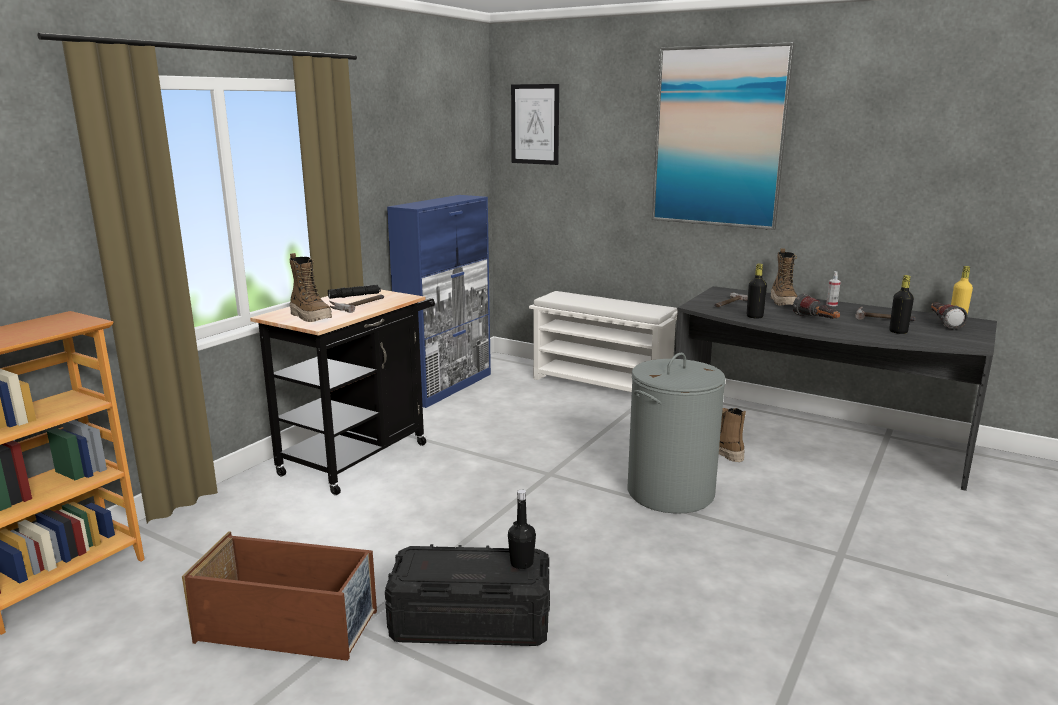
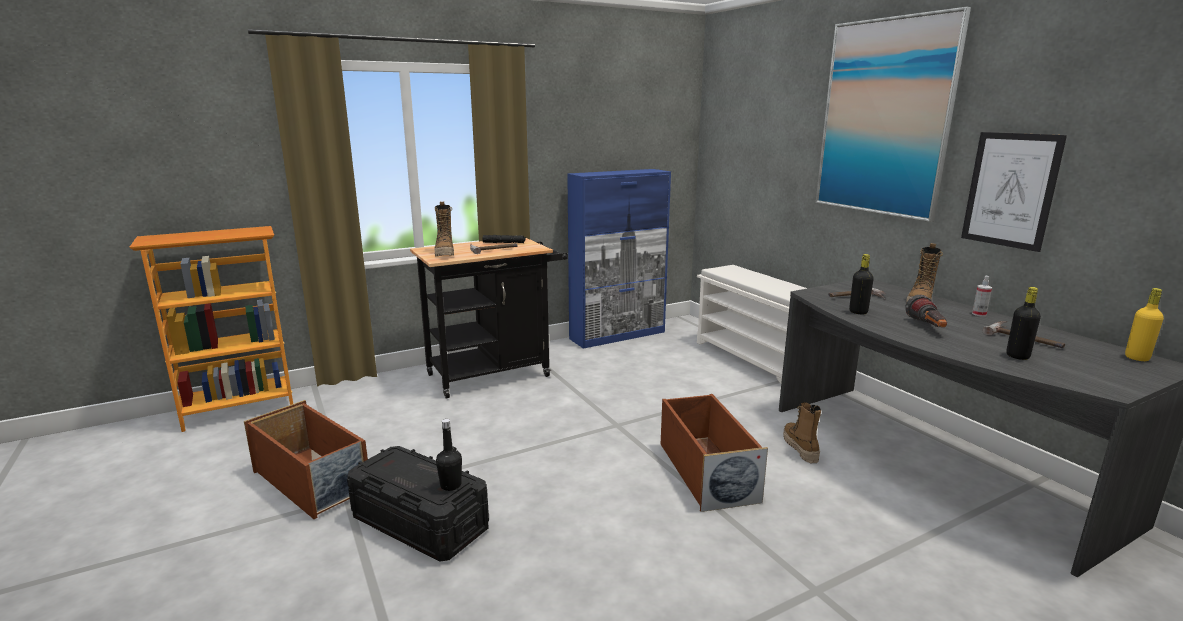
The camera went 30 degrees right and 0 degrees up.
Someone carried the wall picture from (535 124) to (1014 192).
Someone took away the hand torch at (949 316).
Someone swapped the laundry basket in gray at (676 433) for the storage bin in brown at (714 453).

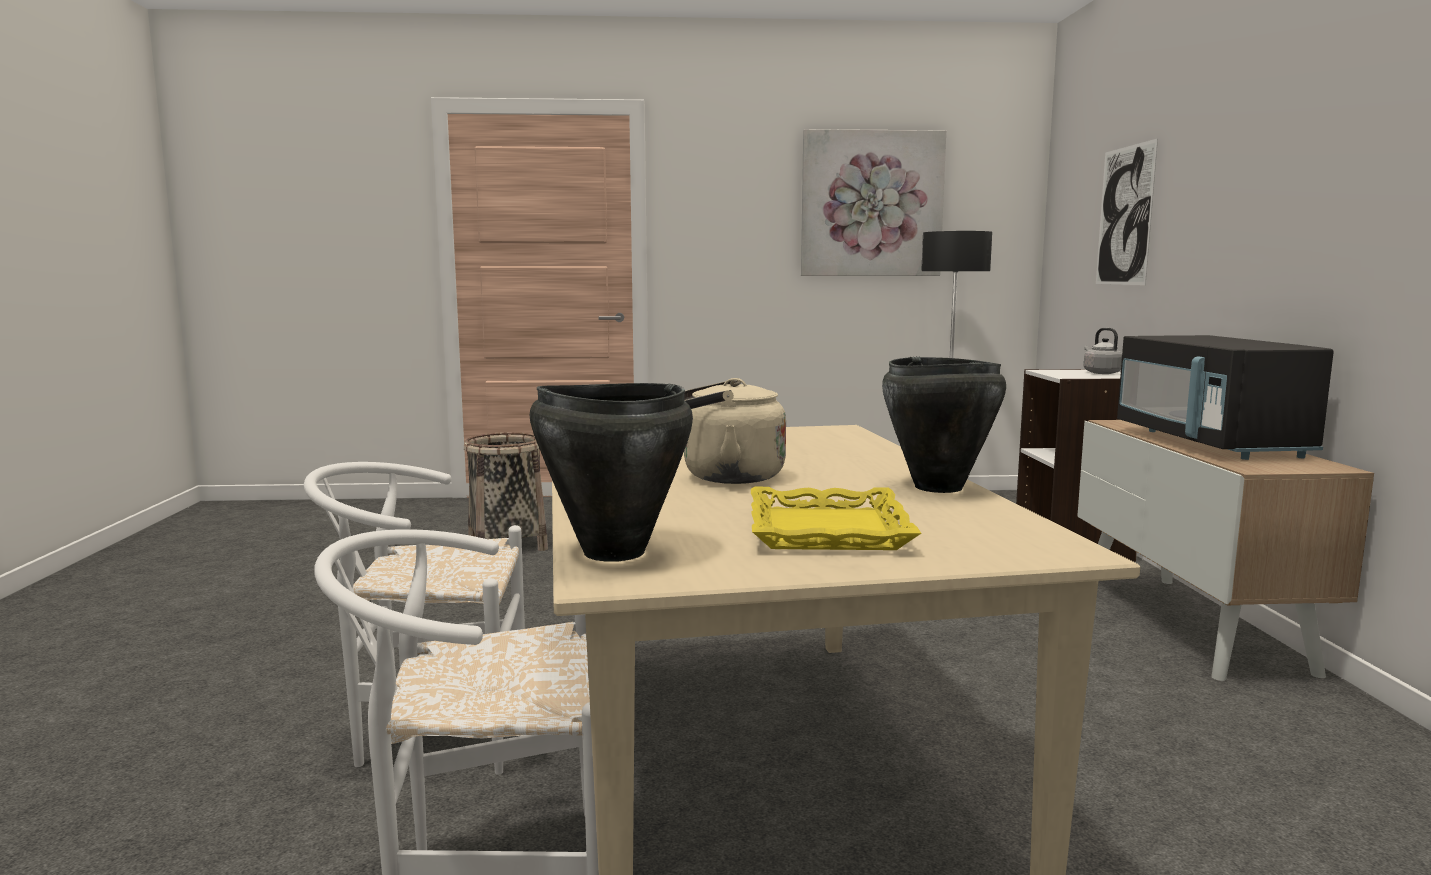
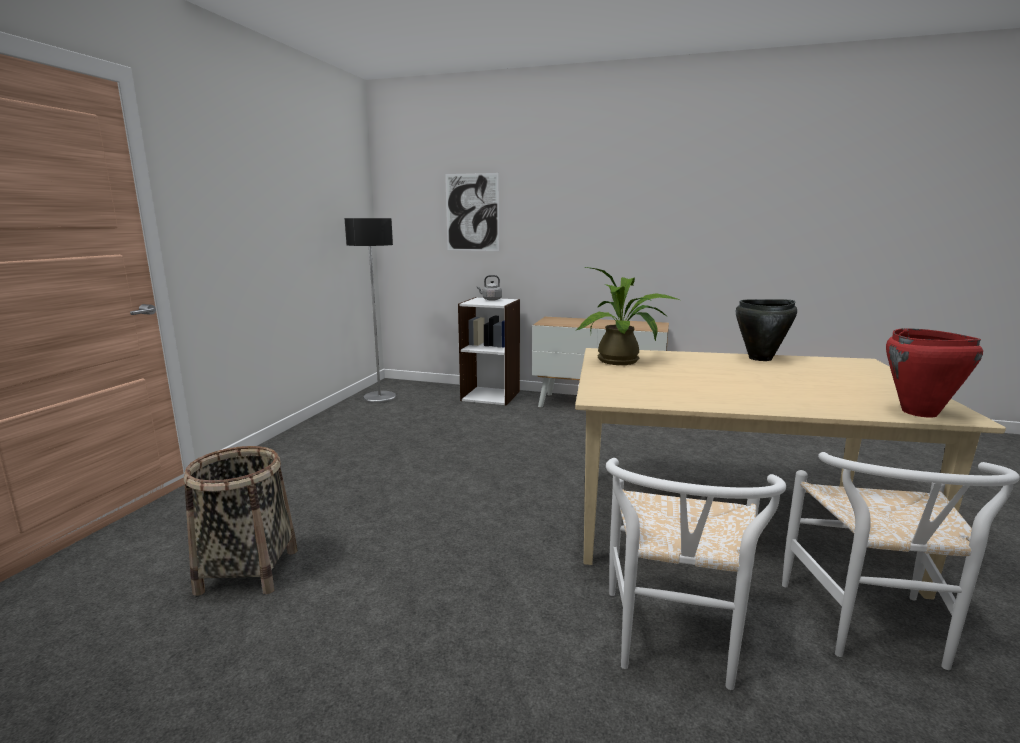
The camera went 70 degrees left and 5 degrees up.
Someone took away the wall picture at (873 202).
Someone took away the microwave in black at (1225 397).
Someone took away the kettle in sand-coloured at (735 431).
Someone repainted the saucepot in black at (611 472), which became the saucepot in reddish at (934 373).
Someone took away the carrying tray in yellowish at (836 518).
Someone put down the plant in a pot at (628 316).

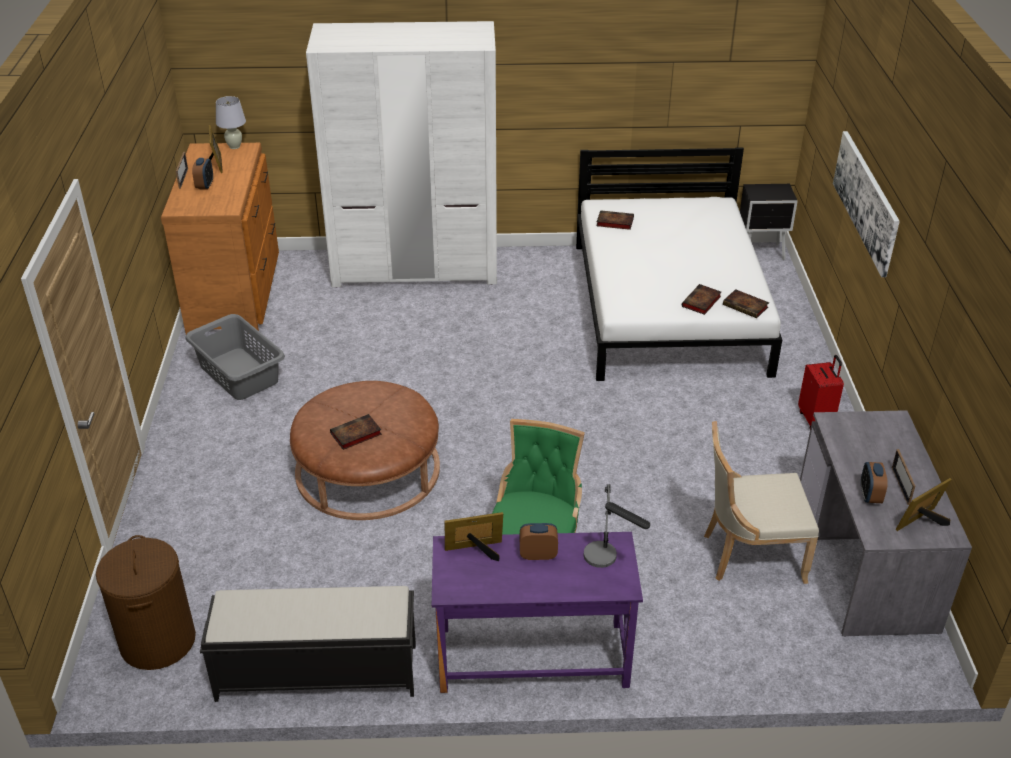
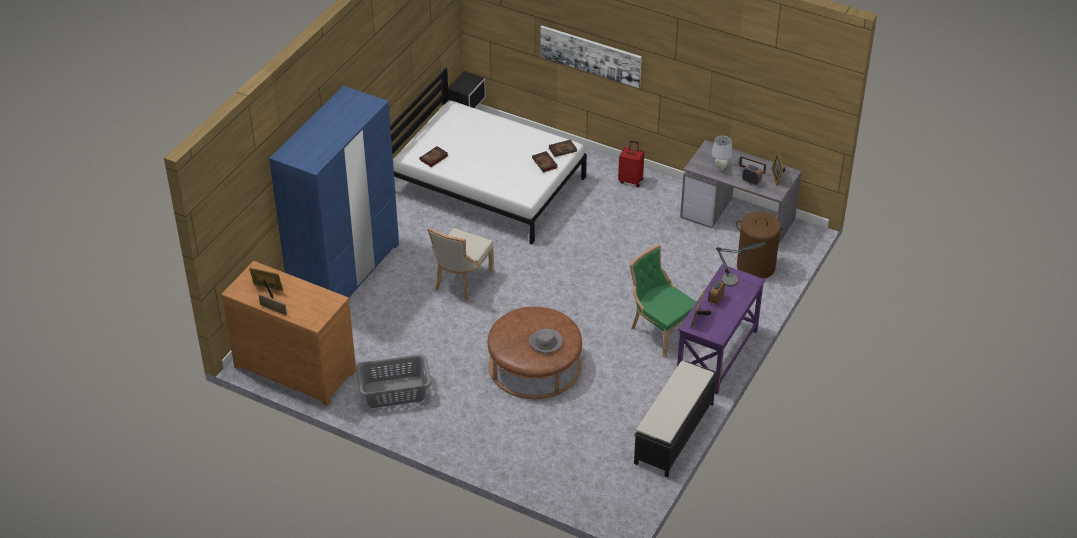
The camera went 60 degrees left and 5 degrees up.
Someone repainted the wardrobe in white at (401 154), which became the wardrobe in bluish at (334 191).
Someone carried the lamp for a table in white from (231 122) to (722 153).
Someone took away the bedside clock at (202 174).
Someone swapped the volume at (356 432) for the clothing hat in gray at (545 340).
Someone carried the upright chair in sand-coloured from (761 502) to (461 264).
Someone carried the laundry basket in brown from (146 602) to (760 245).

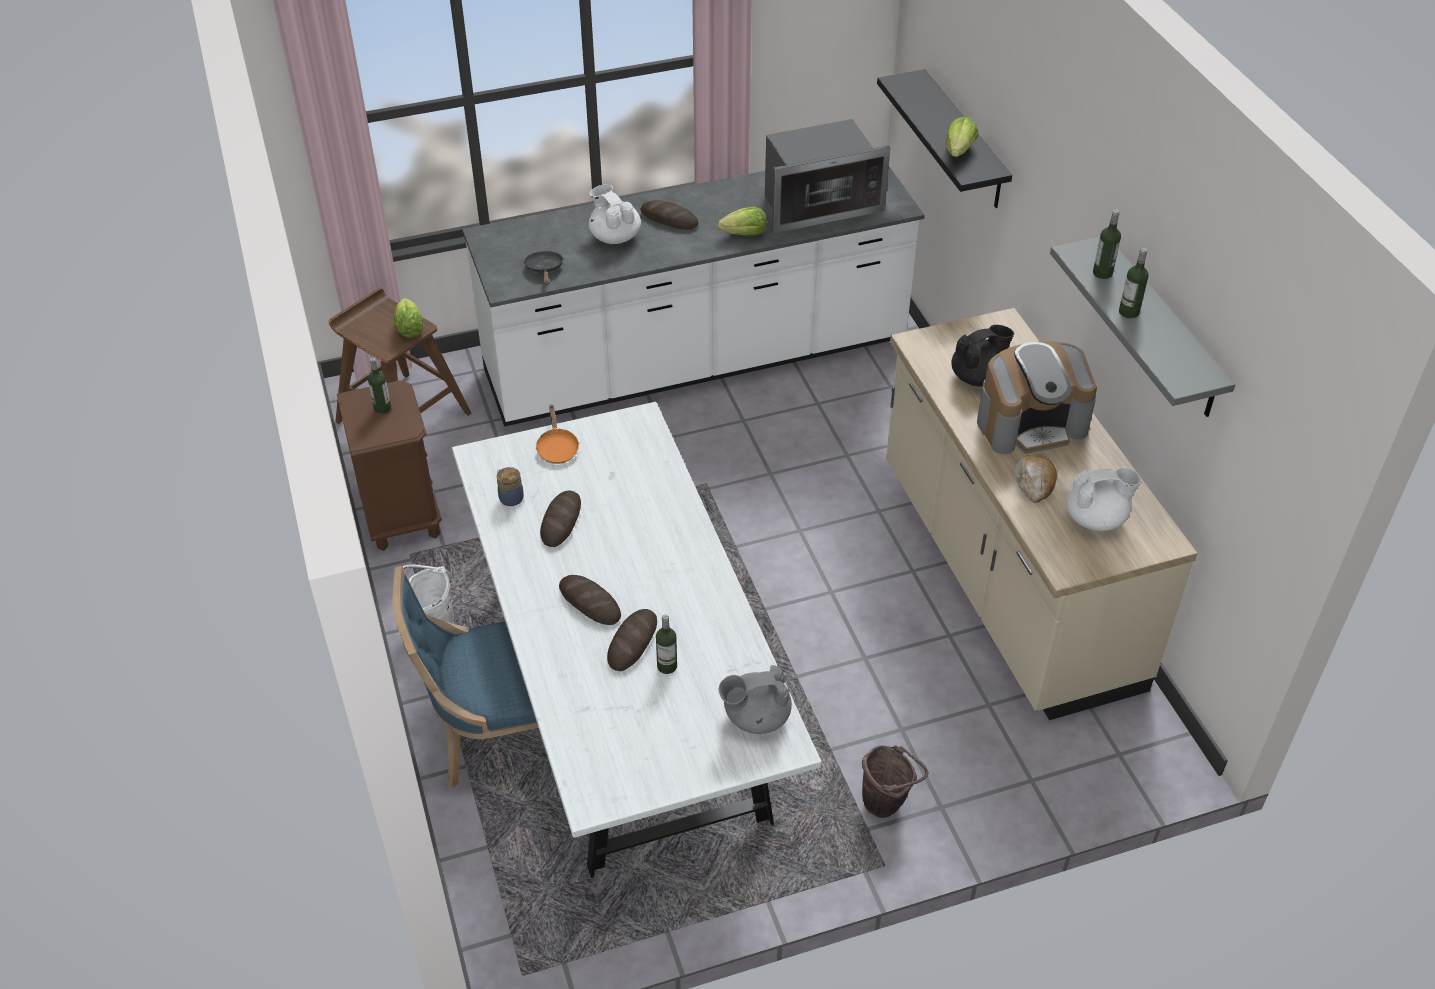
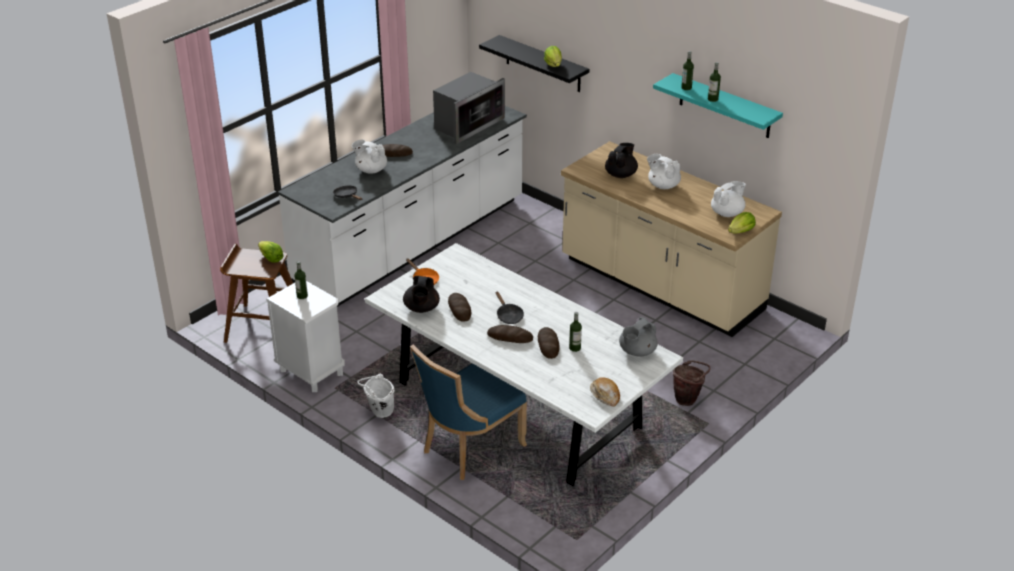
The camera went 30 degrees left and 10 degrees down.
Someone carried the head of lettuce from (742 221) to (742 222).
Someone repainted the shelf in gray at (1142 326), which became the shelf in blue-green at (718 105).
Someone swapped the coffee maker at (1037 397) for the pot for tea in white at (664 171).
Someone repainted the bedside table in brown at (389 465), which became the bedside table in white at (305 336).
Someone carried the baked bread from (1036 478) to (605 392).
Someone swapped the storage jar at (510 486) for the pot for tea in black at (421 294).
Someone put down the frying pan in black at (510 307).

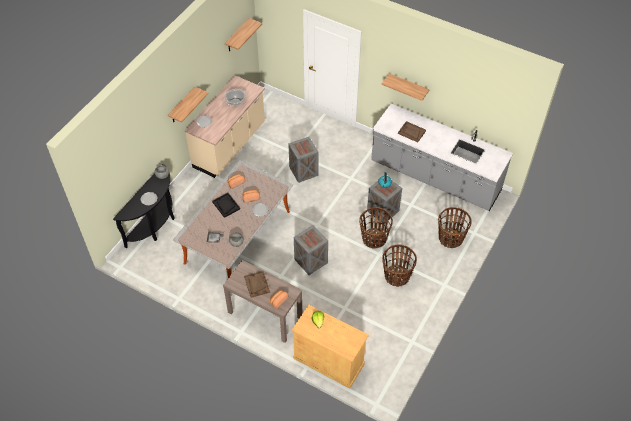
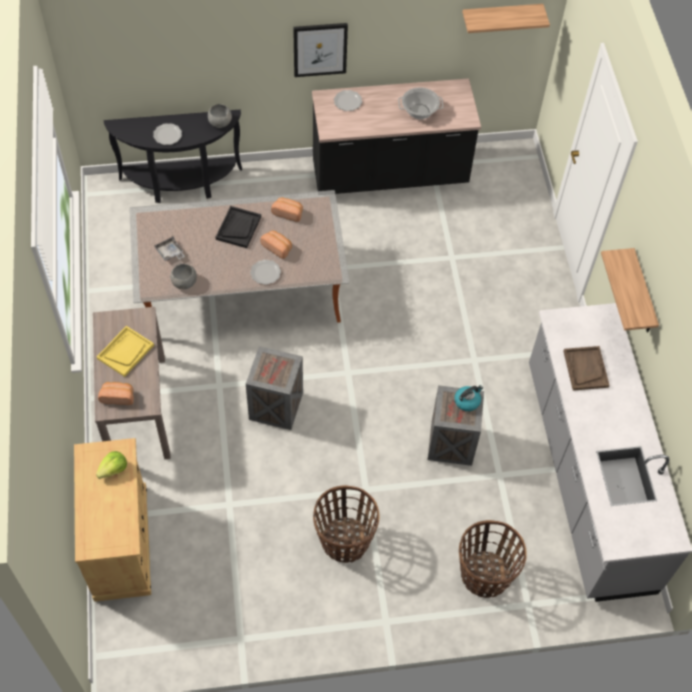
The camera went 50 degrees right and 5 degrees up.
Someone repainted the kitchen counter in sand-coloured at (225 127), which became the kitchen counter in black at (396 136).
Someone swapped the shelf at (188 105) for the wall picture at (320 50).
Someone took away the shipping crate at (303 160).
Someone took away the storage basket at (376 227).
Someone repainted the carrying tray in brown at (257 284), which became the carrying tray in yellowish at (125 351).

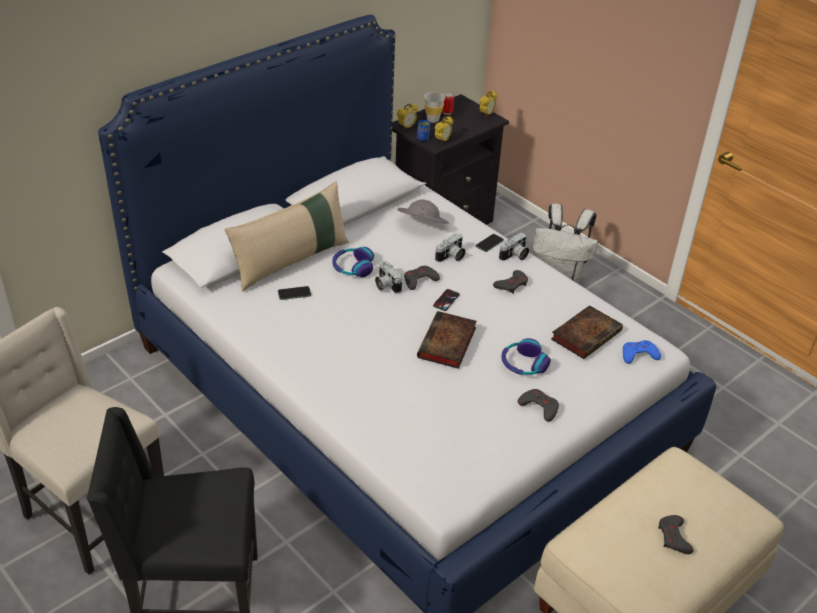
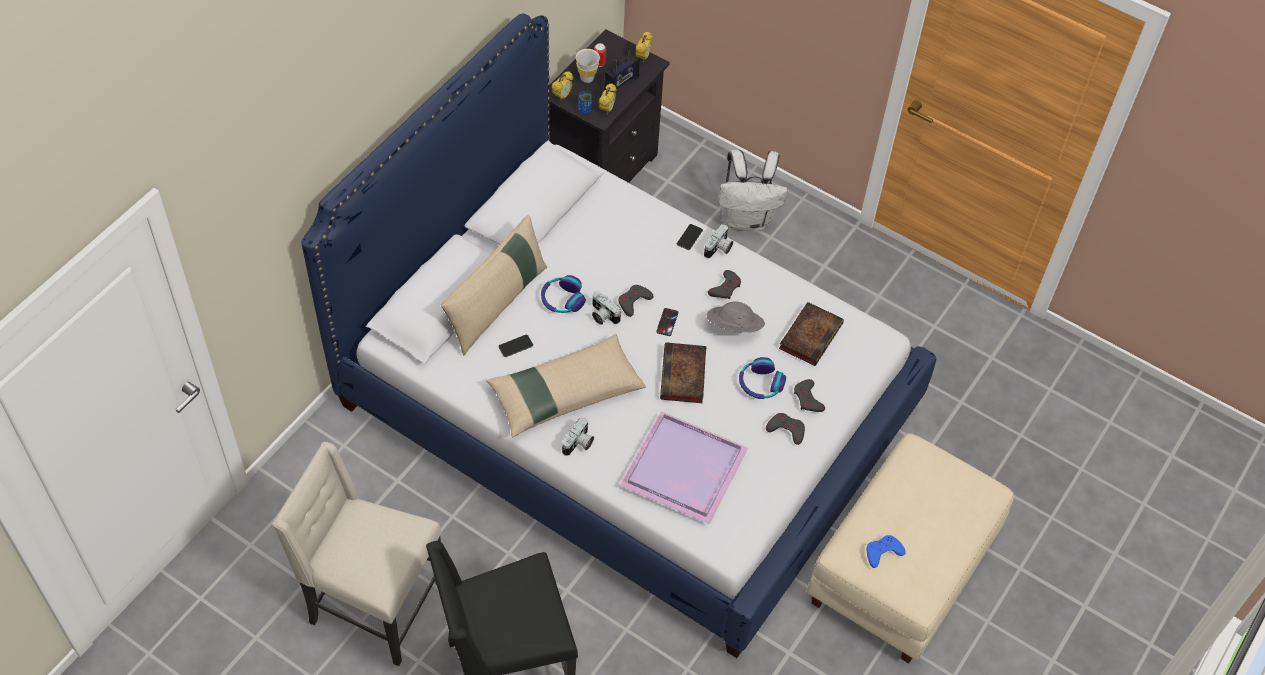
The camera went 15 degrees left and 15 degrees up.
Someone carried the clothing hat in gray from (423 211) to (736 317).
Someone carried the still camera from (450 247) to (578 437).
Someone carried the joypad in bluish from (642 352) to (886 551).
Someone carried the joypad in gray from (675 534) to (809 395).
Someone put down the radio set at (622 71).
Someone put down the cushion in sand-coloured at (566 385).
Someone put down the carrying tray in purple-coloured at (684 467).

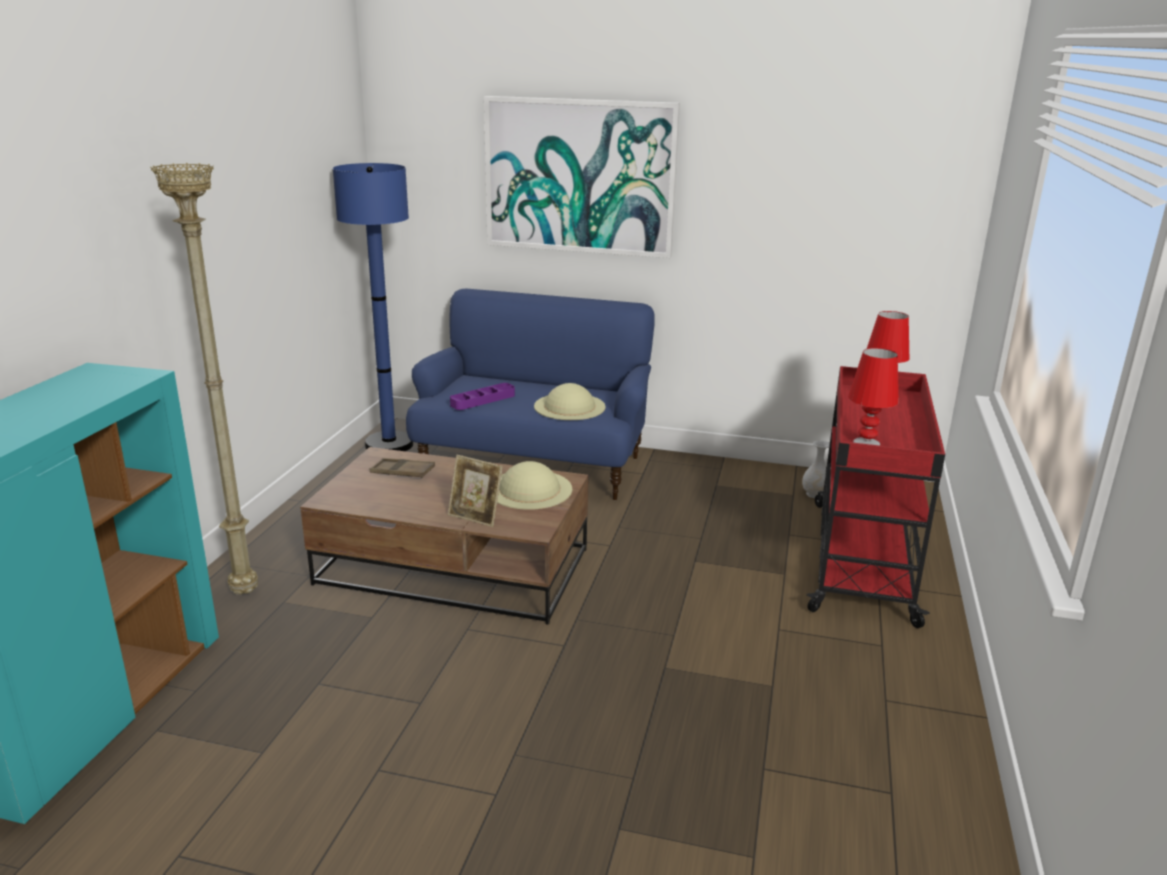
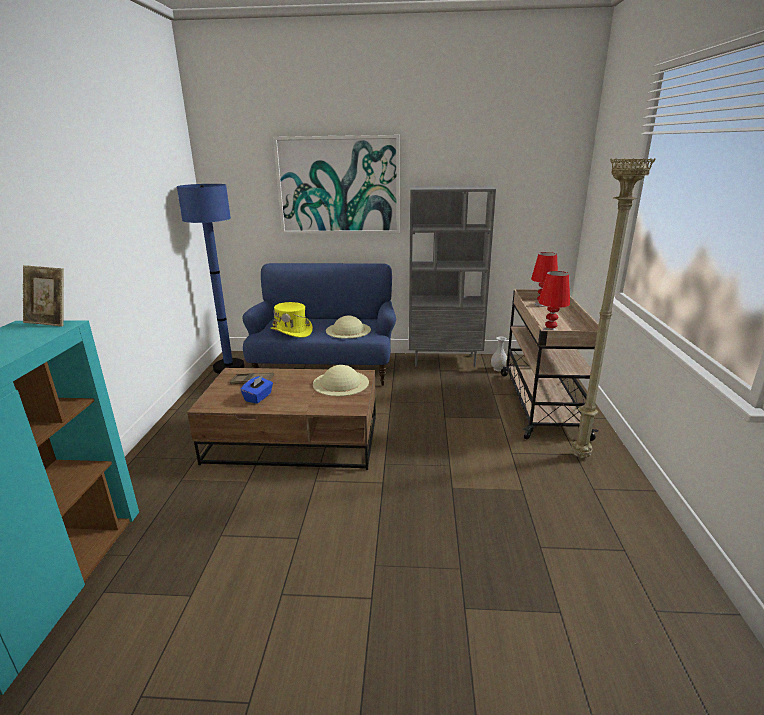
The camera went 10 degrees left and 0 degrees up.
Someone carried the standard lamp in sand-coloured from (204 379) to (614 308).
Someone repainted the trolley in reddish at (875 497), which became the trolley in sand-coloured at (550 365).
Someone swapped the carrying tray in purple-coloured at (482 396) for the clothing hat in yellowish at (291 320).
Someone carried the picture frame from (475 491) to (43 296).
Someone put down the bookshelf in gray at (452 276).
Someone put down the tissue holder in bluish at (257 389).

